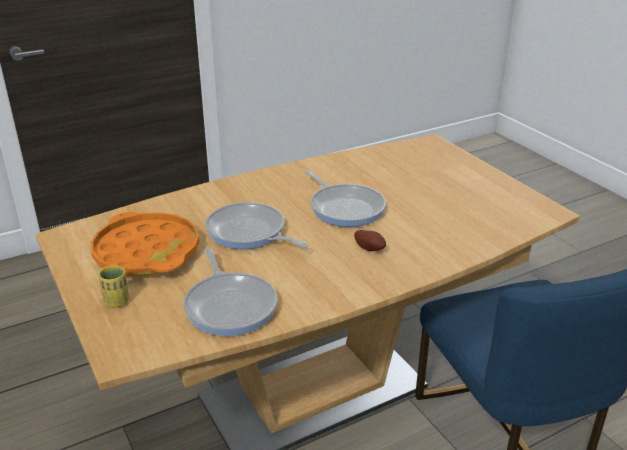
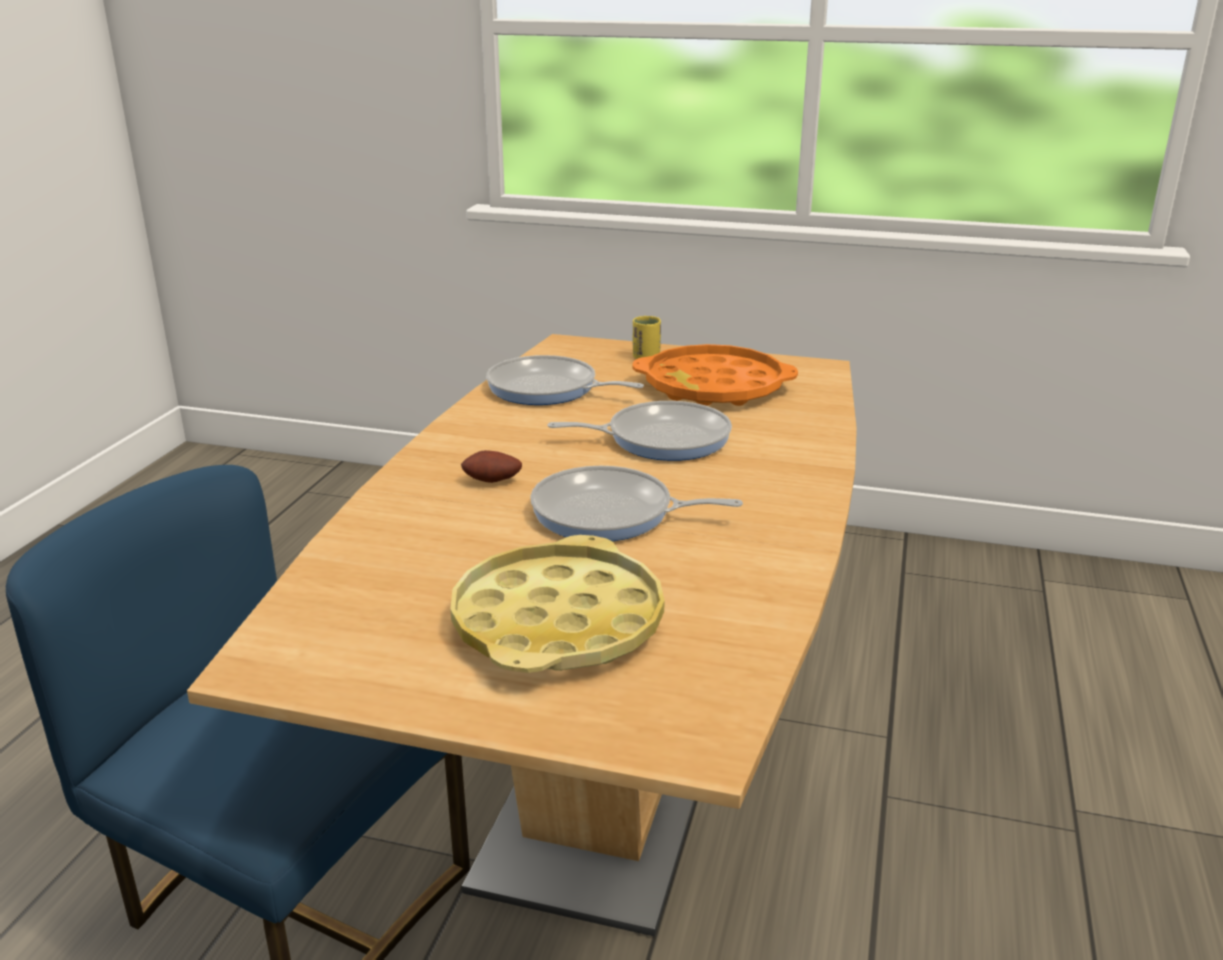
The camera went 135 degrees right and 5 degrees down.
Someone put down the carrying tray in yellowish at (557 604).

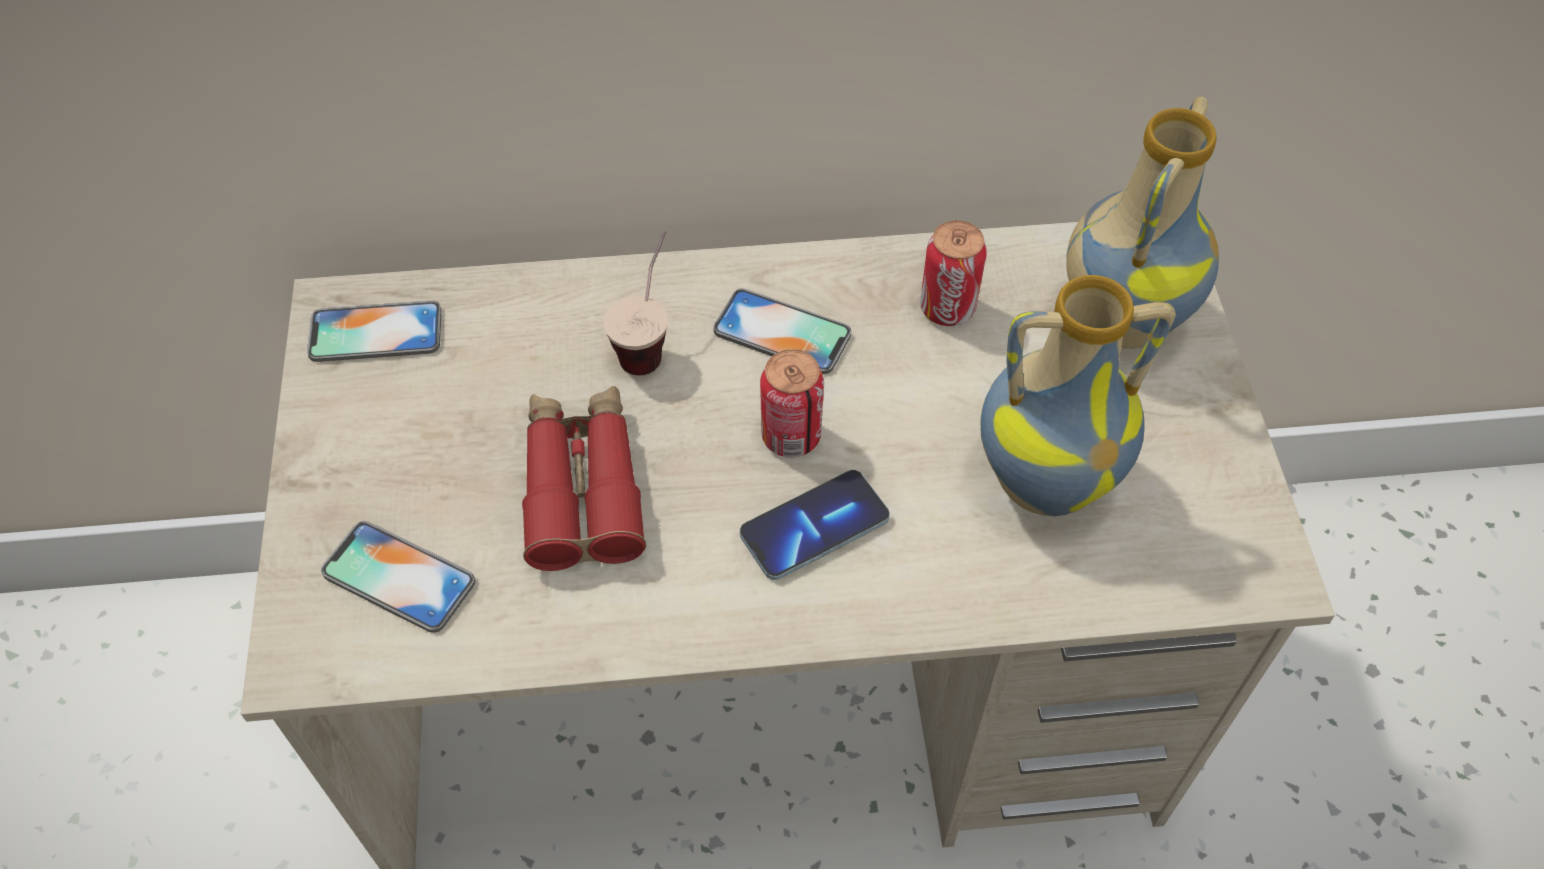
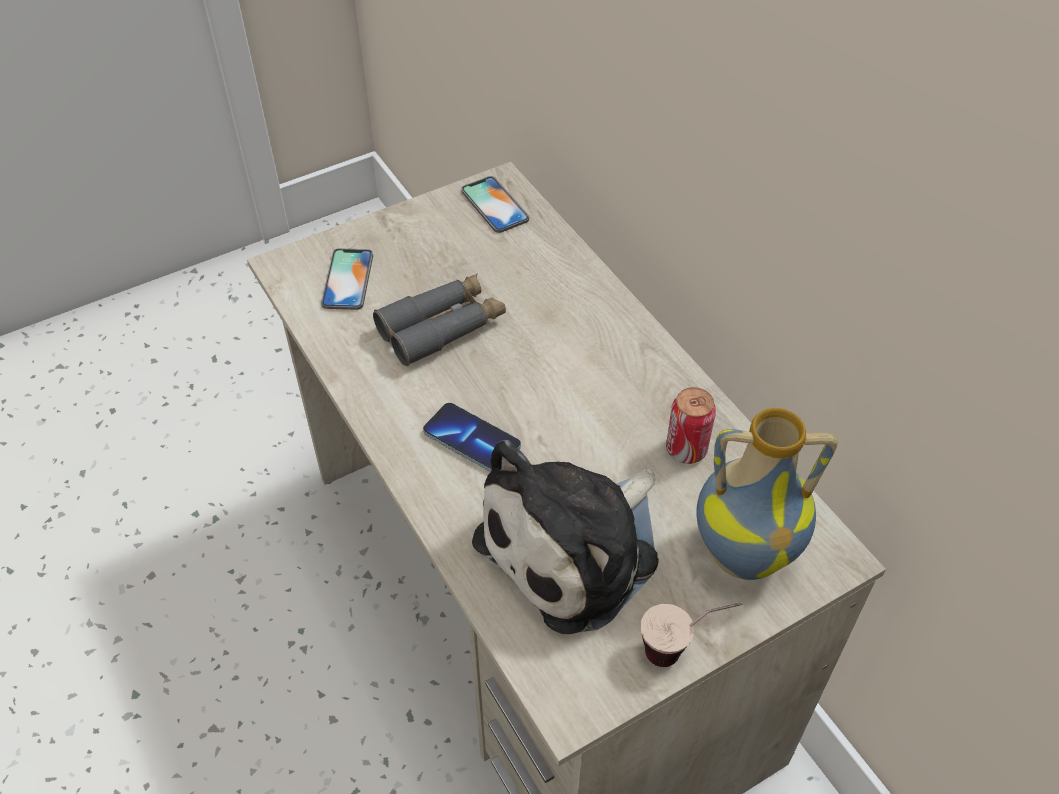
The camera went 65 degrees right and 5 degrees down.
Someone carried the cup from (635 303) to (692 634).
Someone swapped the flower vase at (1078 395) for the plush toy at (565 537).
Someone took away the telephone at (782 331).
Someone took away the sealed can at (792 403).
Someone repainted the field glasses in reddish at (584 478), which became the field glasses in gray at (439 319).

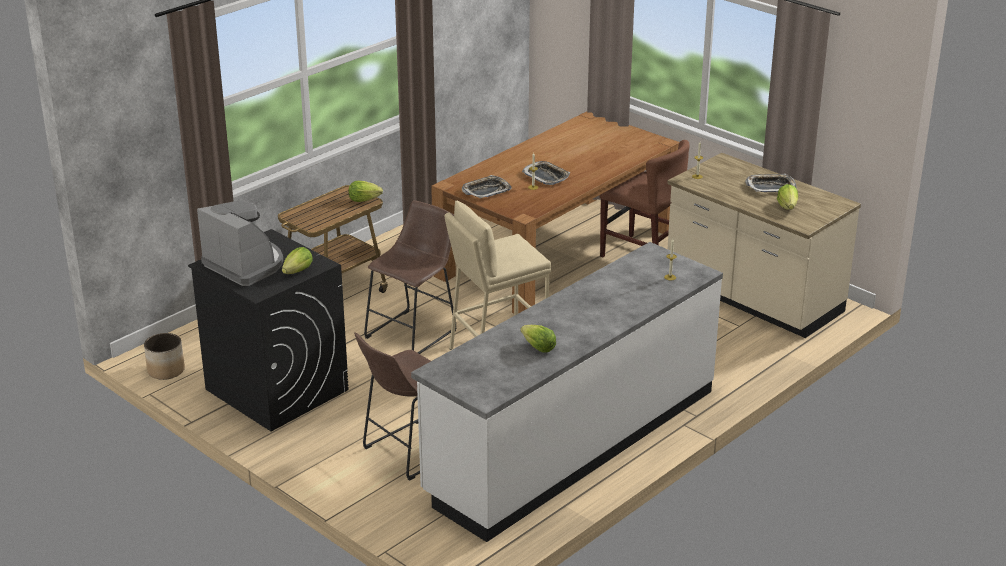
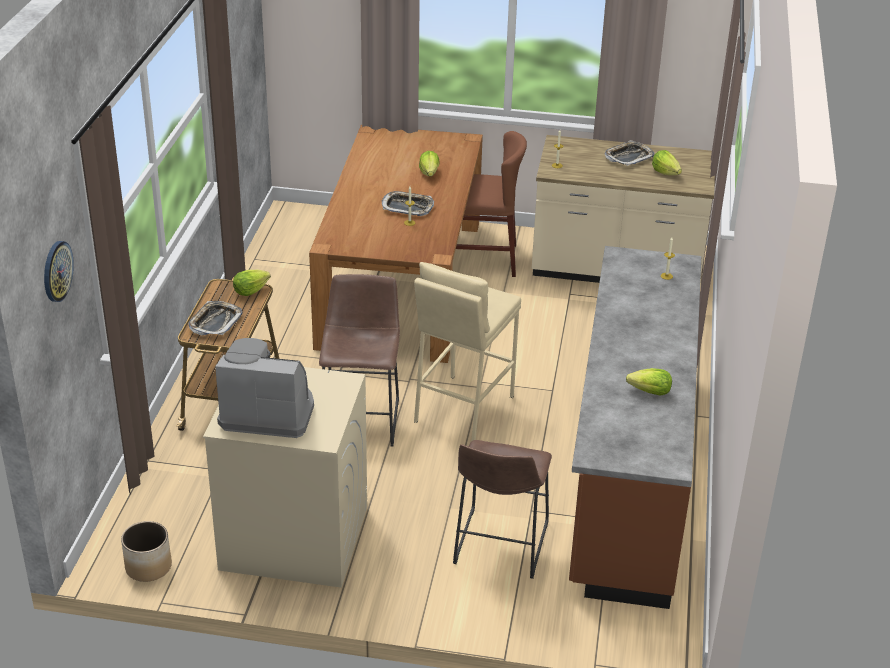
The camera went 35 degrees left and 5 degrees up.
Someone carried the carrying tray from (487 187) to (215 318).
Someone repainted the laundry appliance in black at (268 330), which became the laundry appliance in sand-coloured at (285 477).
Someone repainted the kitchen counter in white at (567 392), which became the kitchen counter in brown at (635 427).
Someone carried the head of lettuce from (297 260) to (429 163).
Someone put up the wall clock at (59 271).

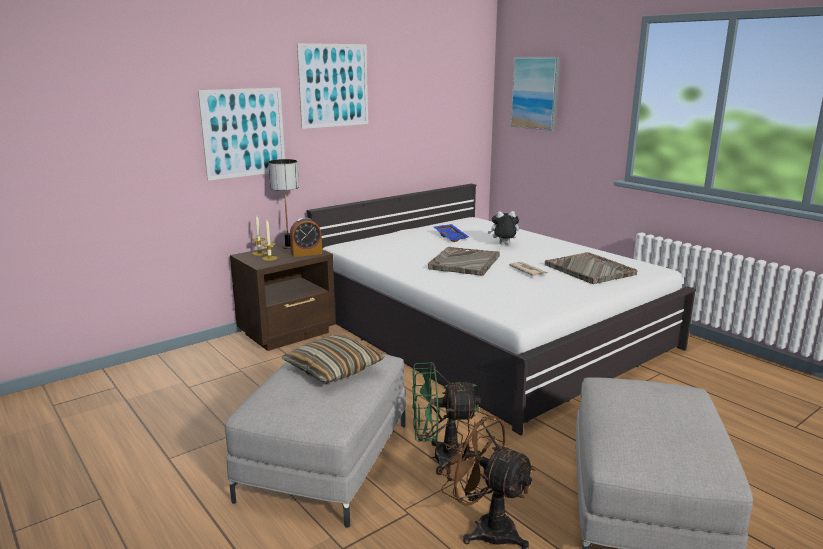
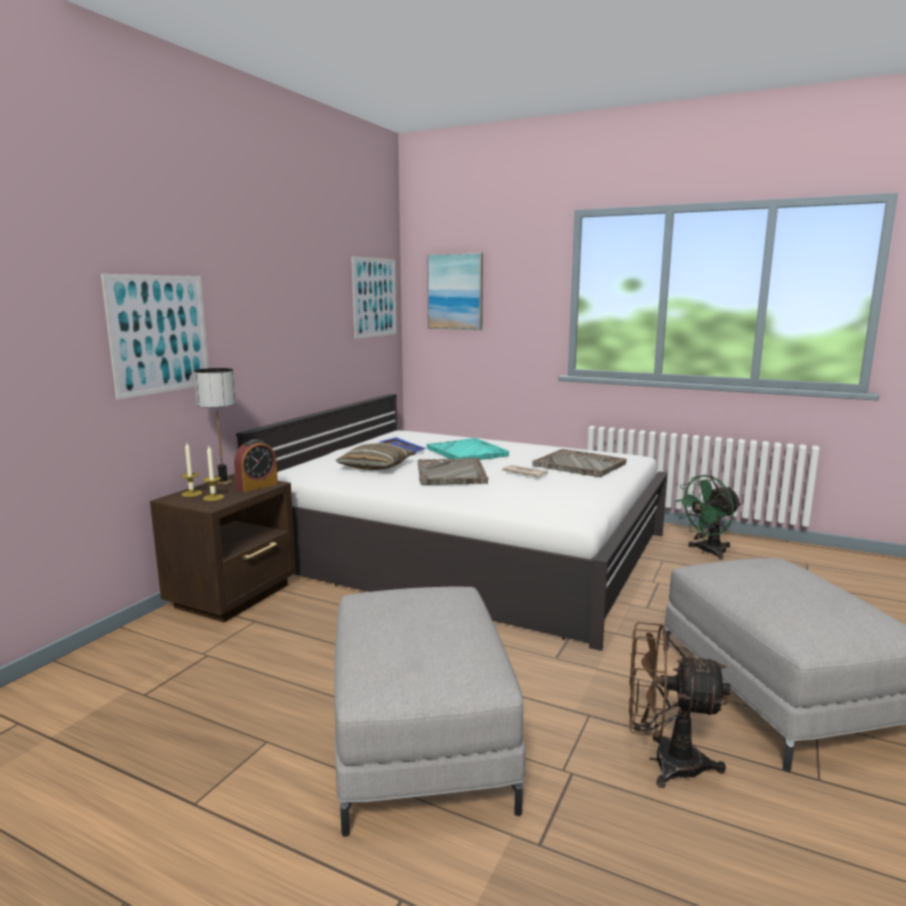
The camera went 25 degrees left and 5 degrees down.
Someone carried the wall picture from (332 86) to (374 297).
Someone swapped the plush toy at (503 228) for the carrying tray in blue-green at (467 449).
Someone carried the cushion from (333 359) to (374 456).
Someone carried the cooling fan in green from (446 418) to (708 517).

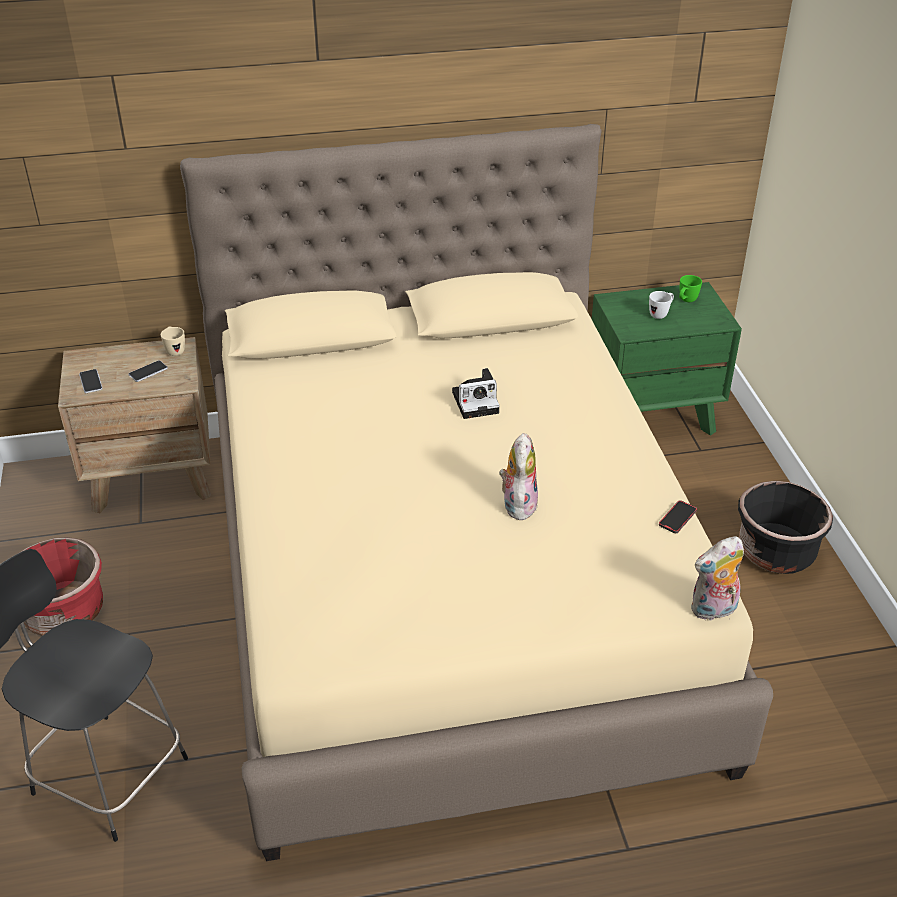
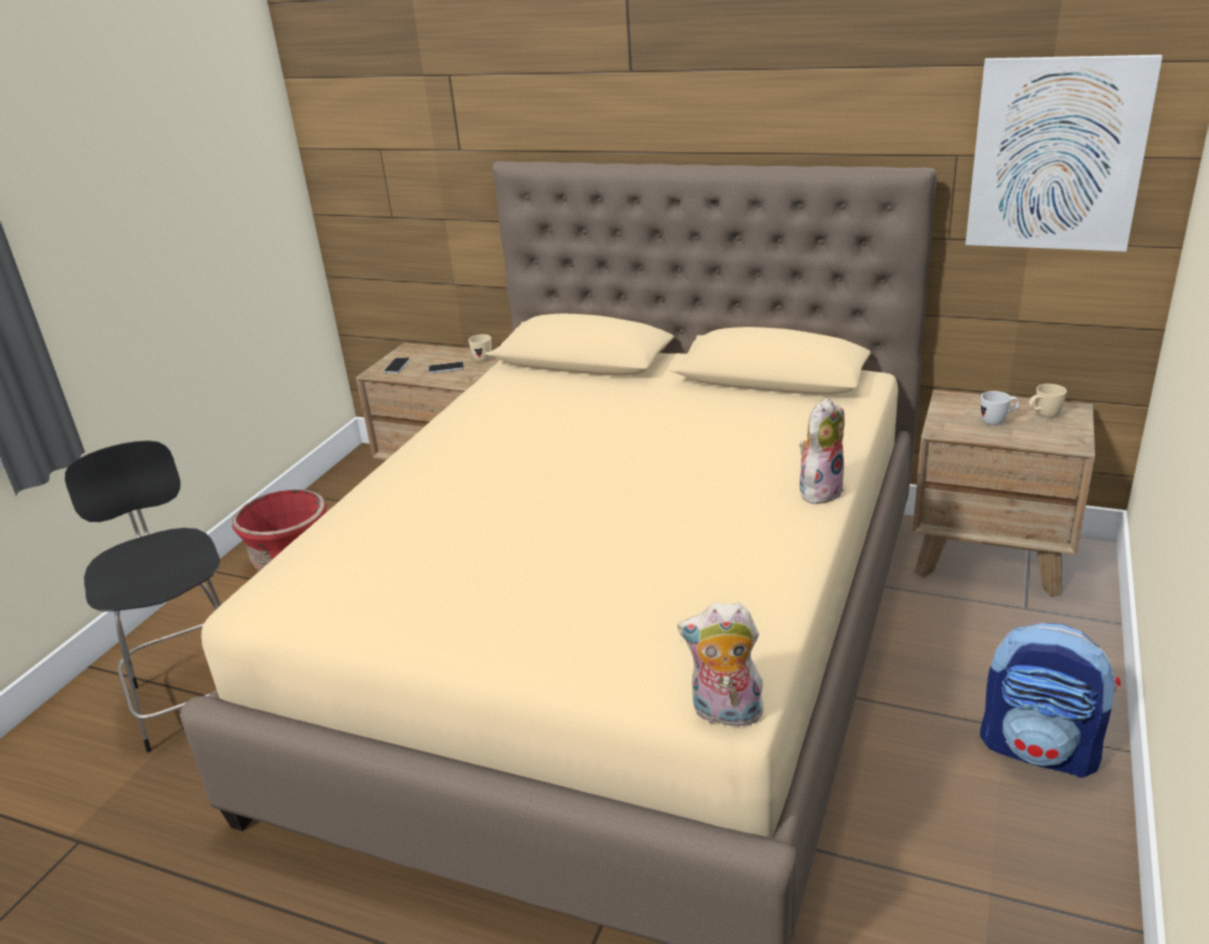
The camera went 35 degrees right and 10 degrees down.
Someone repainted the coffee mug in green at (690 288), which became the coffee mug in sand-coloured at (1048 401).
Someone repainted the bedside table in green at (667 359), which became the bedside table in brown at (1003 493).
Someone took away the still camera at (476 393).
Someone carried the plush toy from (518 476) to (822 451).
Someone swapped the plant pot in black at (785 527) for the backpack at (1050 700).
Someone took away the telephone at (678 516).
Someone put up the wall picture at (1064 153).

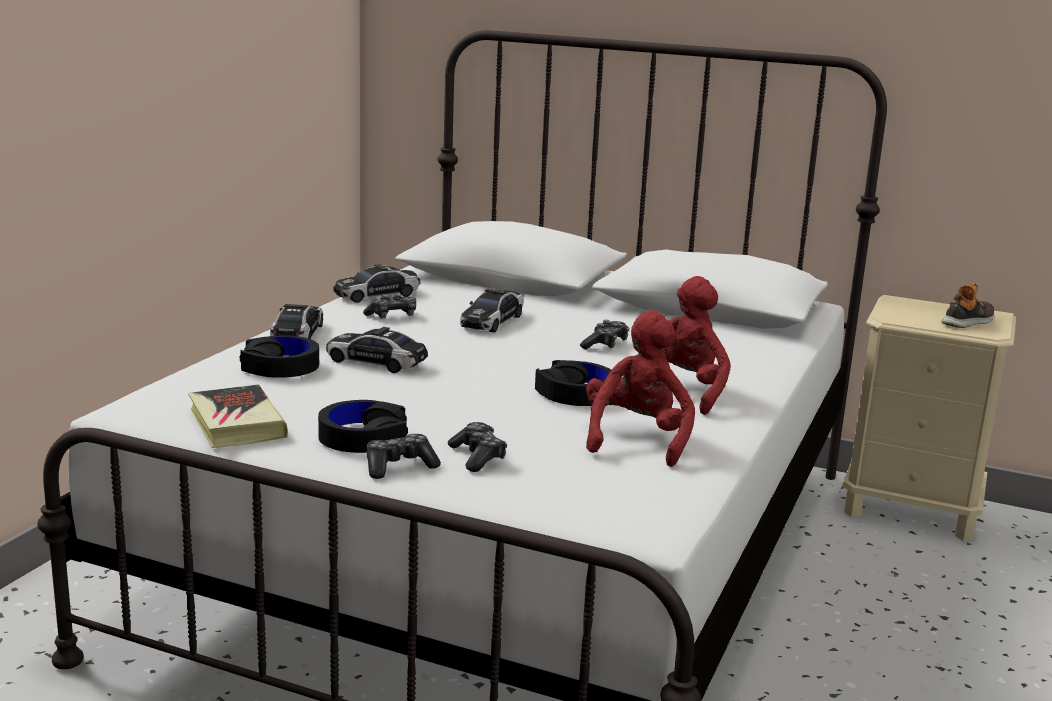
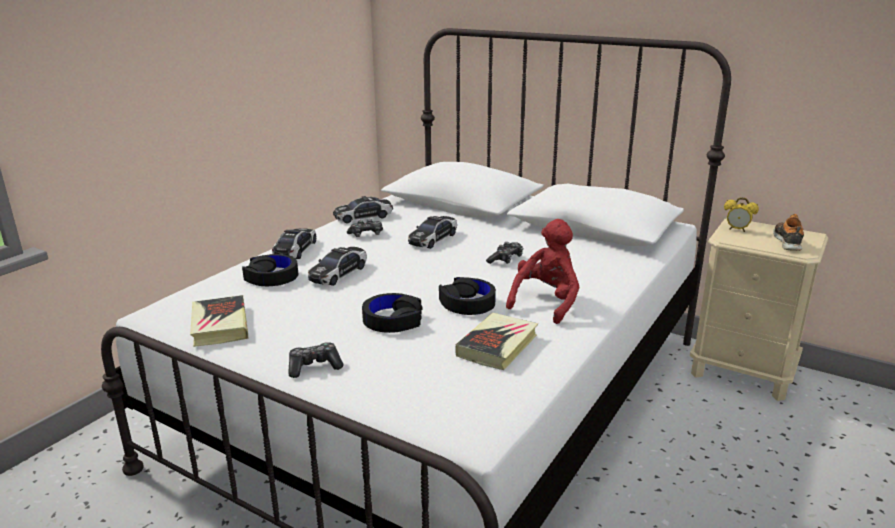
The camera went 10 degrees right and 5 degrees up.
Someone rotated the low shoe at (967 305) by 45 degrees counterclockwise.
Someone swapped the plush toy in reddish at (640 388) for the volume at (496 341).
Someone rotated the toy car at (377 350) by 90 degrees counterclockwise.
Someone carried the headphones in black from (363 426) to (392 313).
Someone took away the joypad at (477 447).
Someone put down the bedside clock at (741 214).

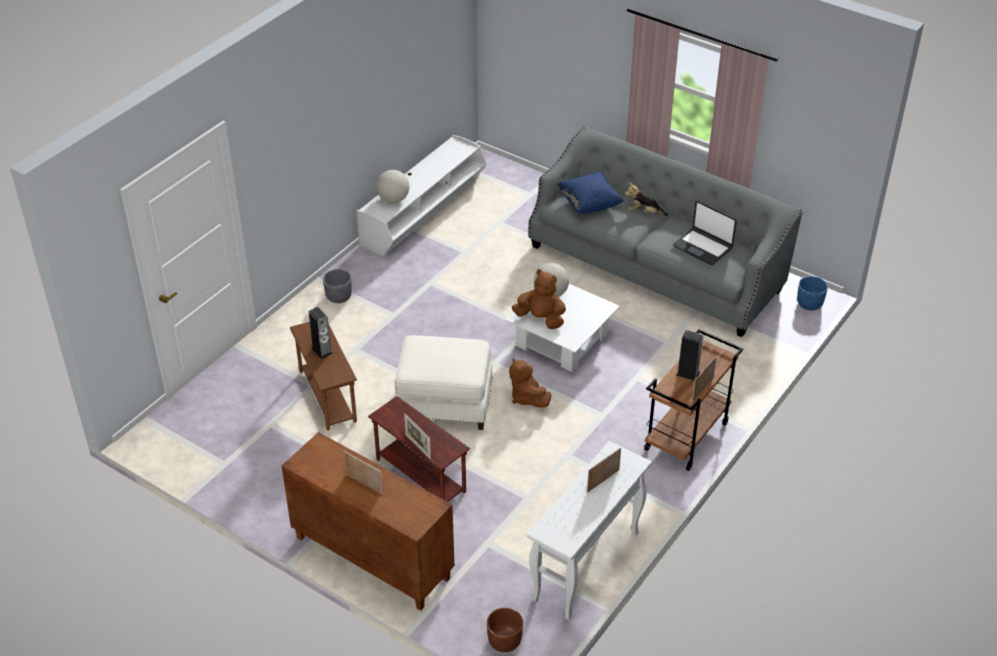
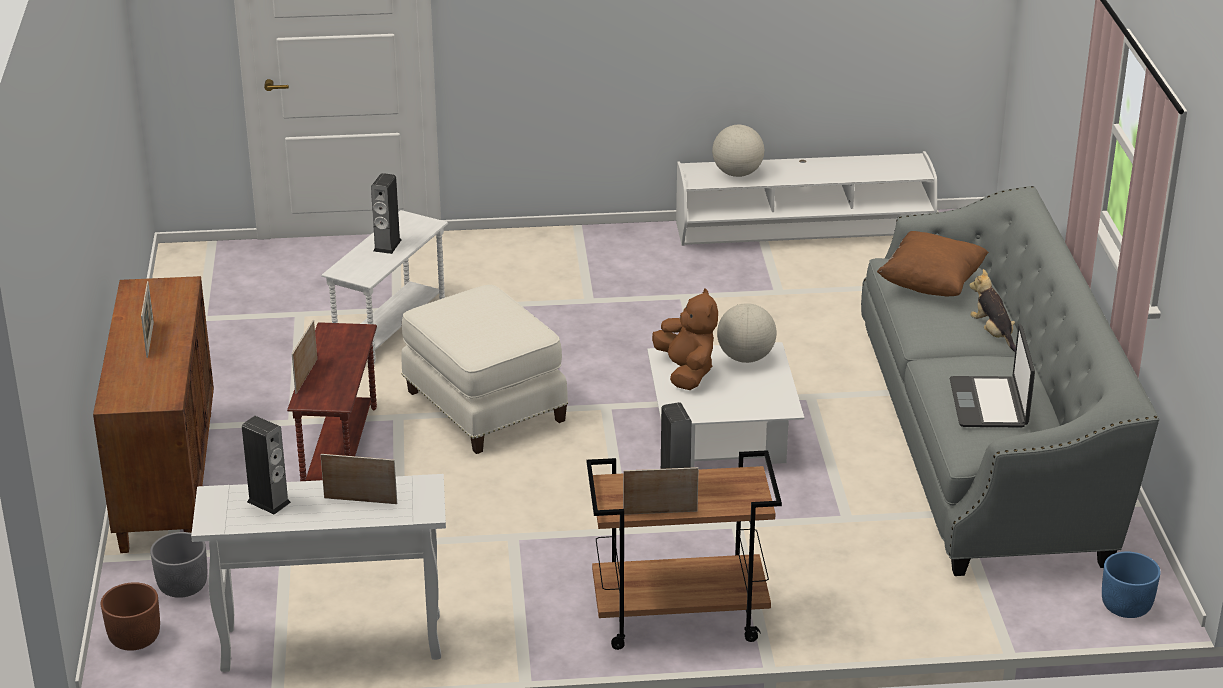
The camera went 50 degrees right and 10 degrees down.
Someone repainted the cushion in bluish at (590 193), which became the cushion in brown at (933 263).
Someone carried the plant pot in gray from (337 286) to (178 565).
Someone repainted the end table in brown at (323 376), which became the end table in white at (385 286).
Someone took away the plush toy in brown at (530 383).
Someone put down the audio speaker at (266 465).

